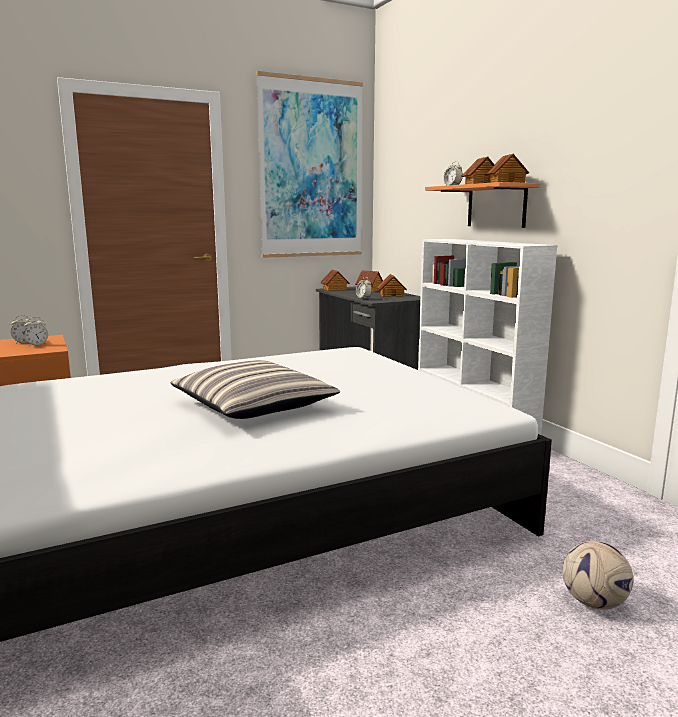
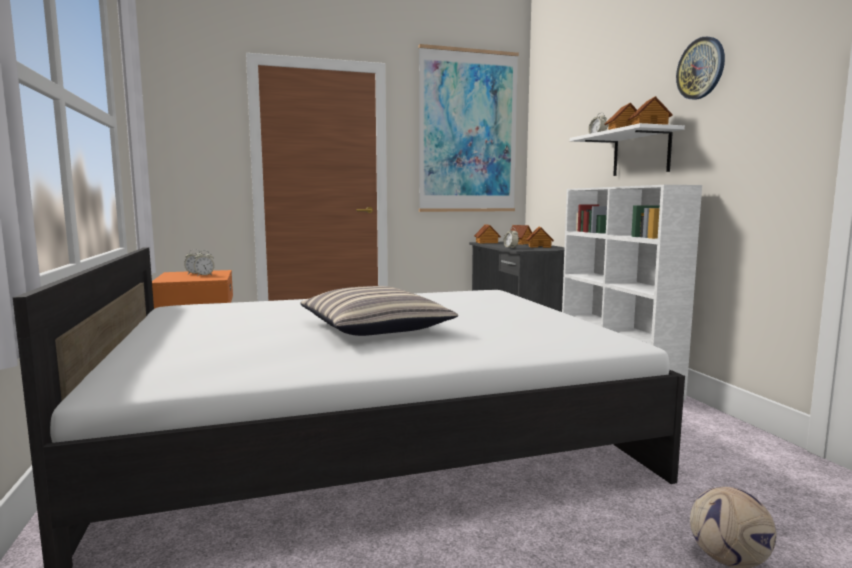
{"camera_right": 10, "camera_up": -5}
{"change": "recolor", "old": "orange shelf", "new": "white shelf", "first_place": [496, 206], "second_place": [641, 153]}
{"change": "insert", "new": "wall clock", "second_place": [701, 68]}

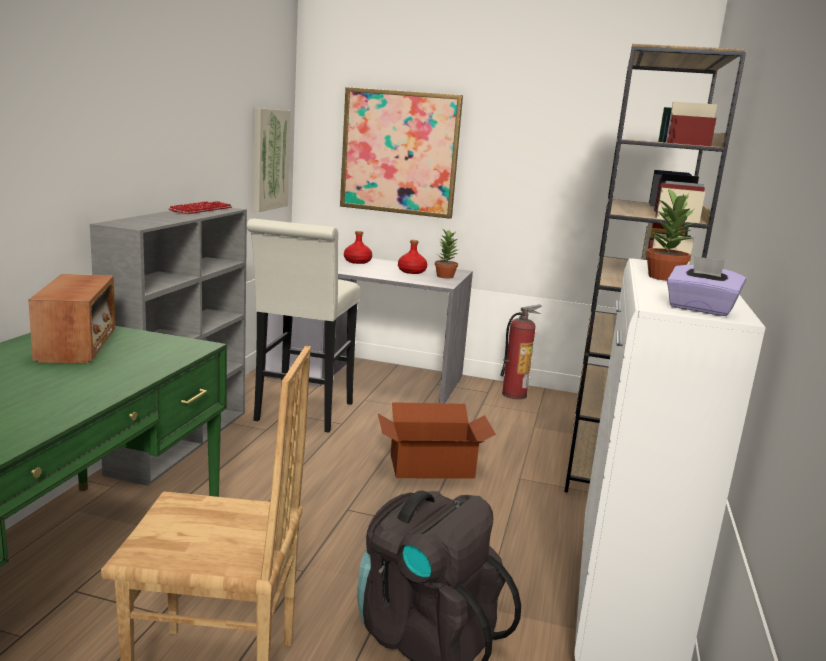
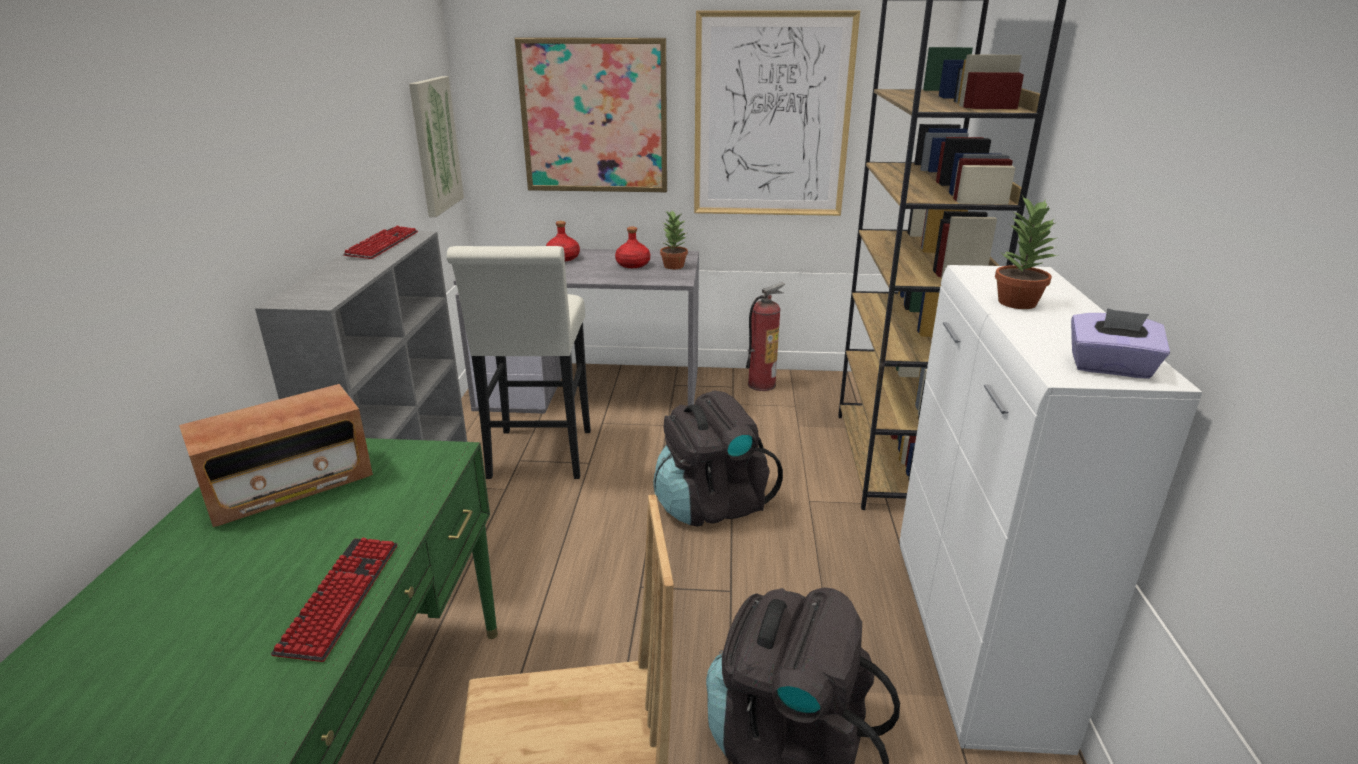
{"camera_right": -10, "camera_up": 10}
{"change": "rotate", "old": "radio", "first_place": [78, 345], "second_place": [290, 487], "degrees": 75}
{"change": "insert", "new": "keyboard", "second_place": [341, 597]}
{"change": "replace", "old": "cardboard box", "new": "black backpack", "first_place": [432, 467], "second_place": [712, 504]}
{"change": "insert", "new": "picture", "second_place": [771, 117]}

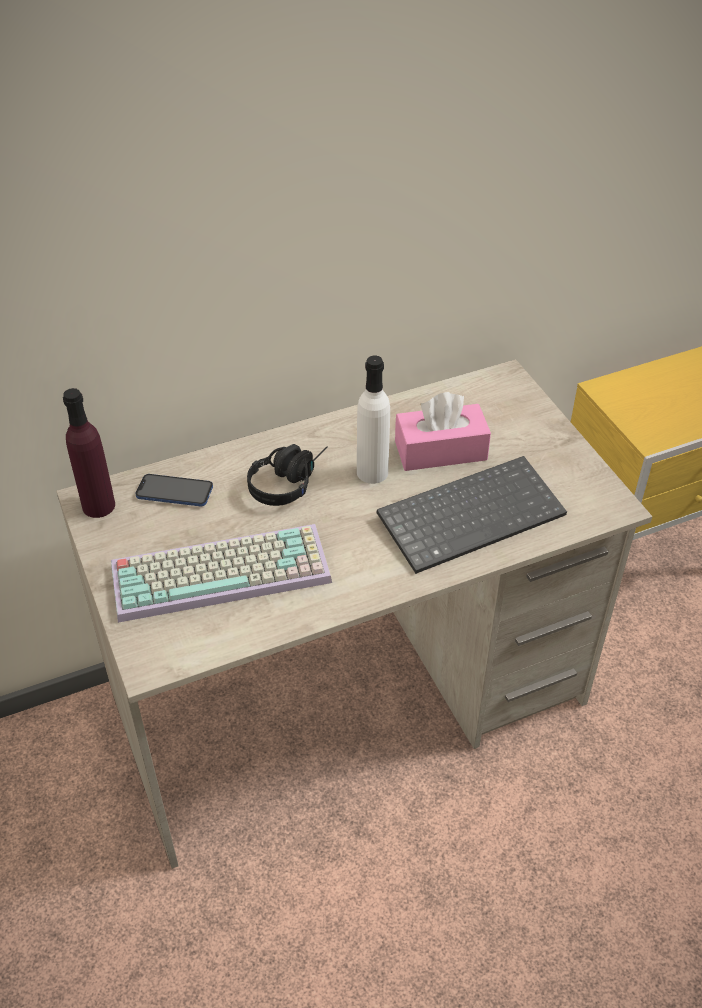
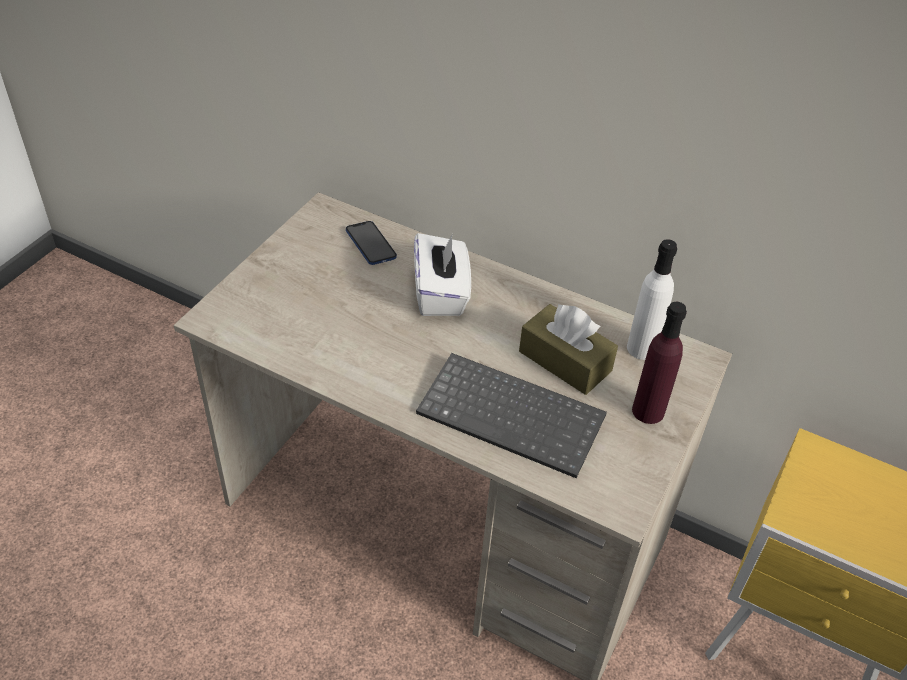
{"camera_right": 50, "camera_up": 0}
{"change": "replace", "old": "black headphones", "new": "white tissue box", "first_place": [289, 480], "second_place": [441, 294]}
{"change": "recolor", "old": "pink tissue box", "new": "brown tissue box", "first_place": [440, 450], "second_place": [565, 361]}
{"change": "move", "old": "white bottle", "first_place": [372, 472], "second_place": [642, 348]}
{"change": "move", "old": "purple bottle", "first_place": [98, 505], "second_place": [648, 411]}
{"change": "delete", "old": "keyboard", "first_place": [223, 570]}

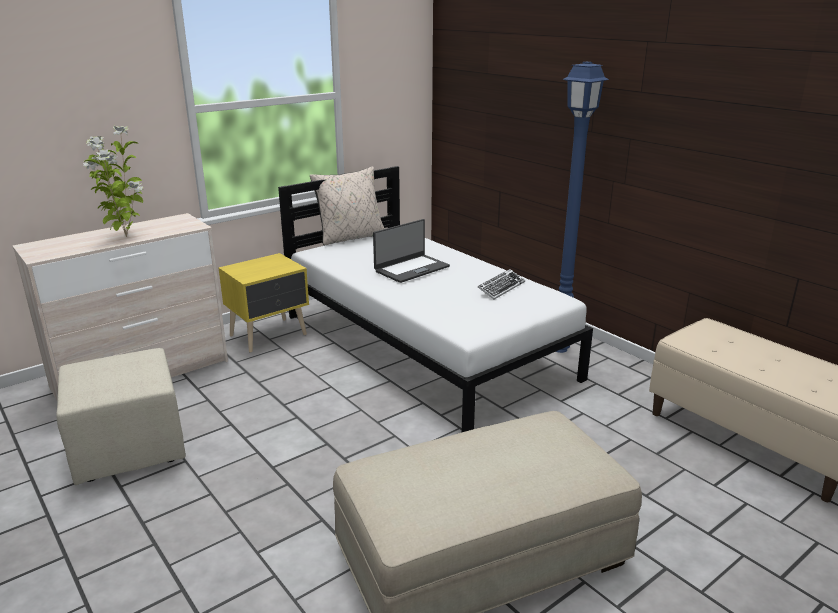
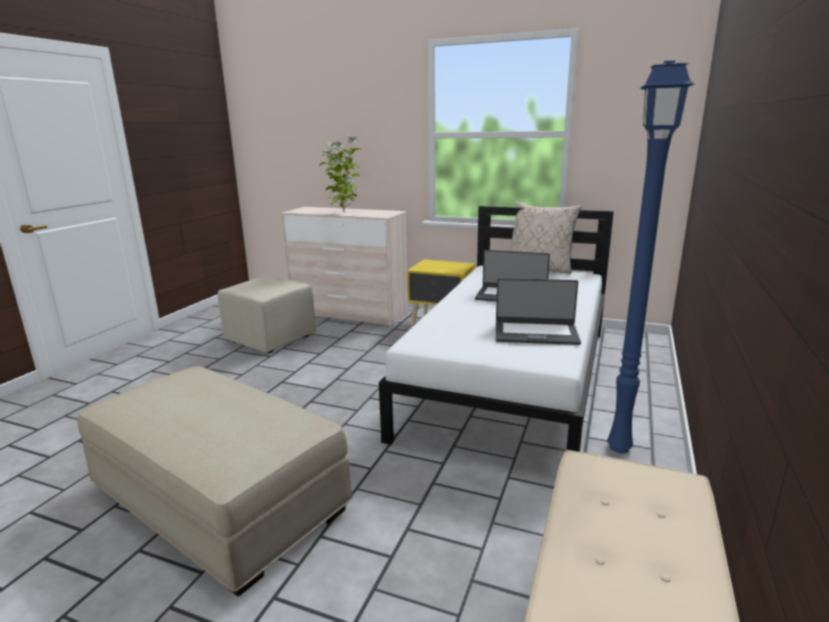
{"camera_right": 60, "camera_up": -5}
{"change": "replace", "old": "keyboard", "new": "laptop", "first_place": [501, 288], "second_place": [535, 333]}

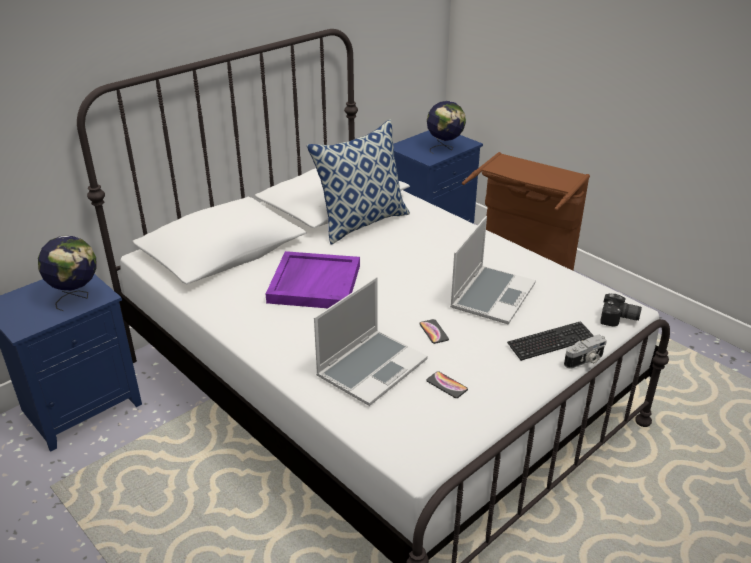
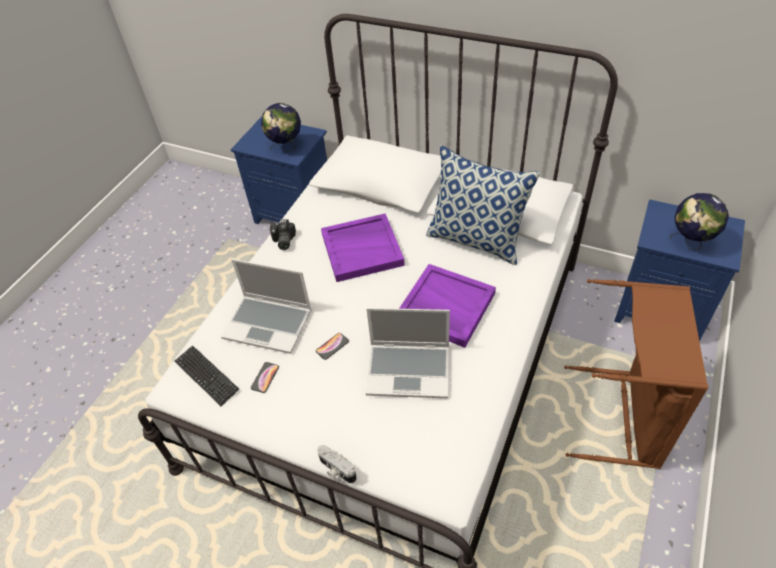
{"camera_right": 70, "camera_up": 15}
{"change": "move", "old": "keyboard", "first_place": [551, 342], "second_place": [206, 376]}
{"change": "move", "old": "photo camera", "first_place": [619, 319], "second_place": [283, 241]}
{"change": "insert", "new": "purple tray", "second_place": [445, 307]}

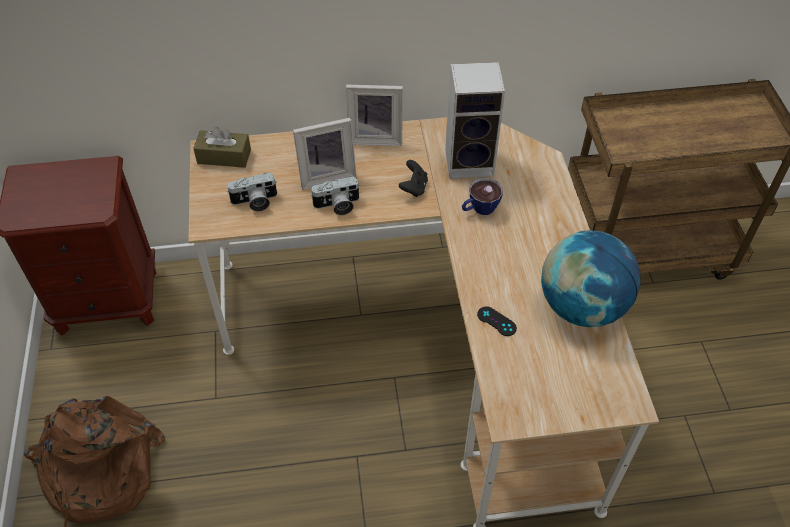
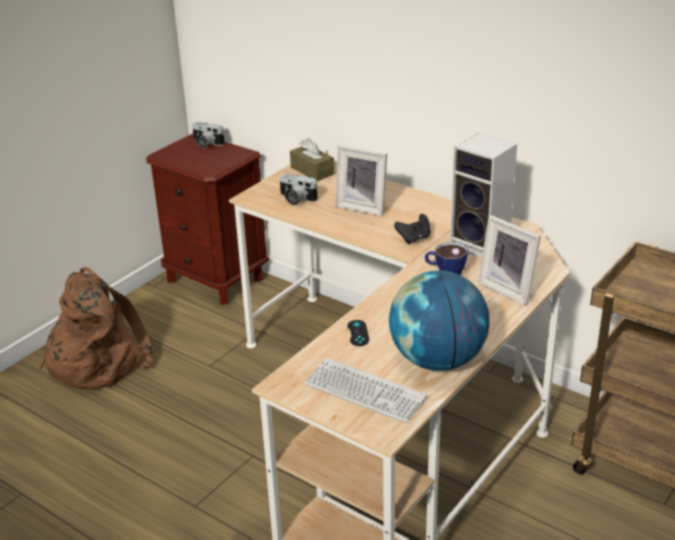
{"camera_right": 45, "camera_up": -20}
{"change": "move", "old": "photo camera", "first_place": [337, 206], "second_place": [206, 144]}
{"change": "insert", "new": "keyboard", "second_place": [364, 392]}
{"change": "move", "old": "picture frame", "first_place": [375, 137], "second_place": [509, 289]}

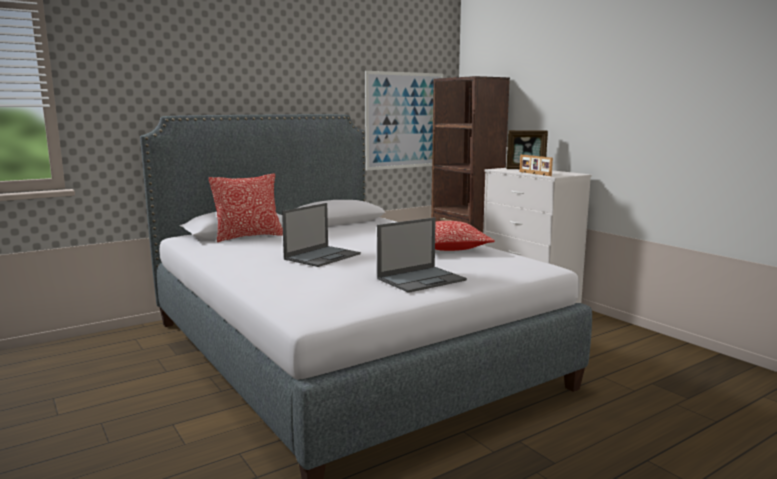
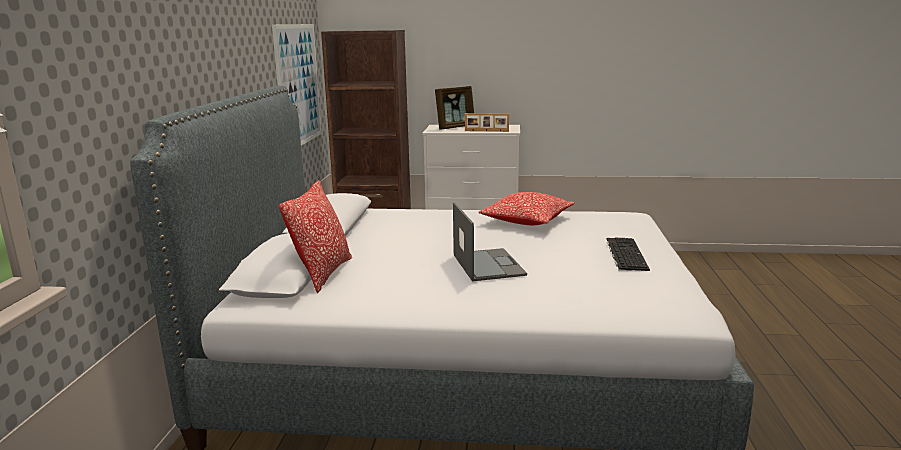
{"camera_right": -50, "camera_up": 5}
{"change": "replace", "old": "laptop", "new": "keyboard", "first_place": [422, 279], "second_place": [625, 254]}

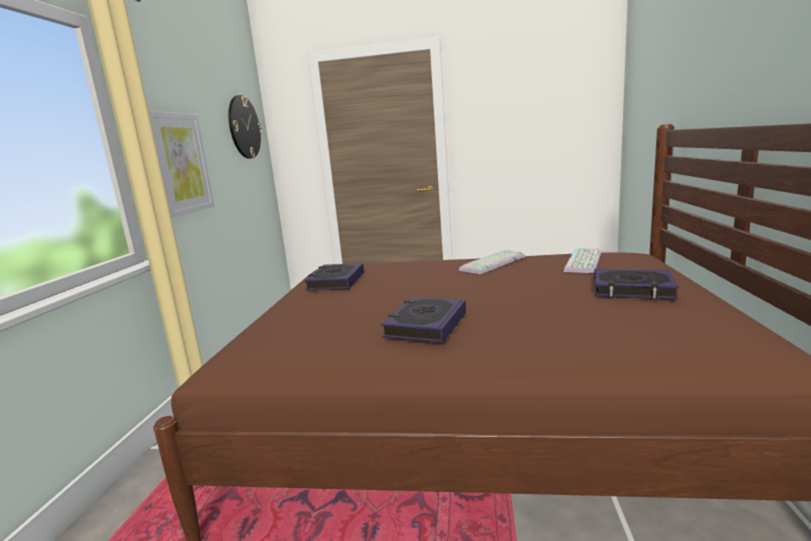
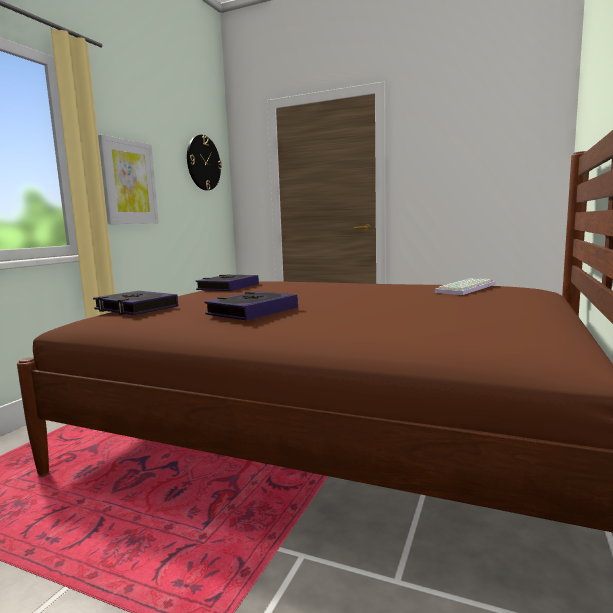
{"camera_right": 15, "camera_up": -5}
{"change": "move", "old": "book", "first_place": [632, 290], "second_place": [136, 308]}
{"change": "delete", "old": "keyboard", "first_place": [493, 263]}

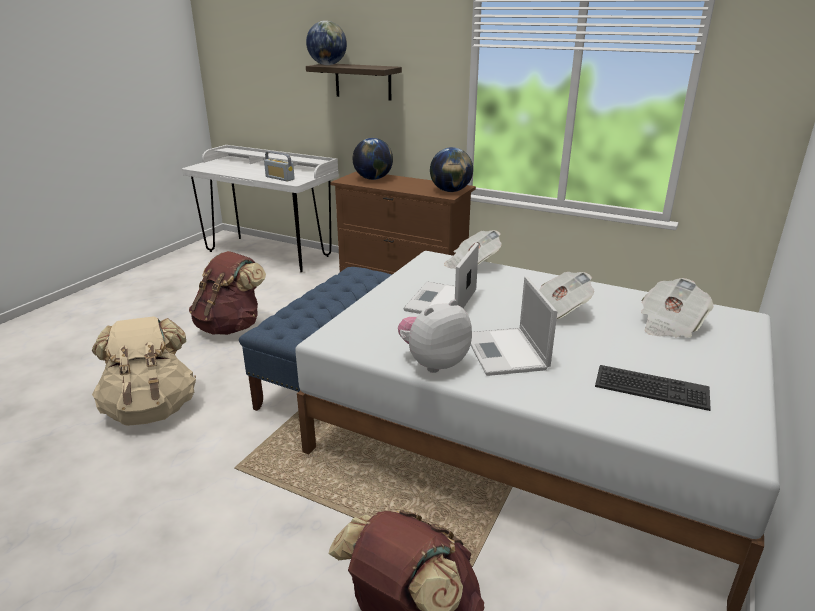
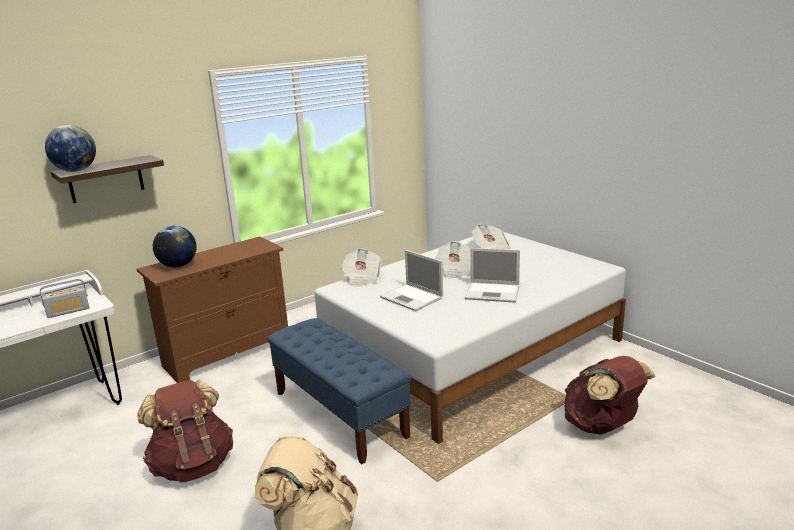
{"camera_right": -65, "camera_up": -5}
{"change": "delete", "old": "plush toy", "first_place": [433, 362]}
{"change": "delete", "old": "globe", "first_place": [450, 191]}
{"change": "delete", "old": "keyboard", "first_place": [651, 388]}

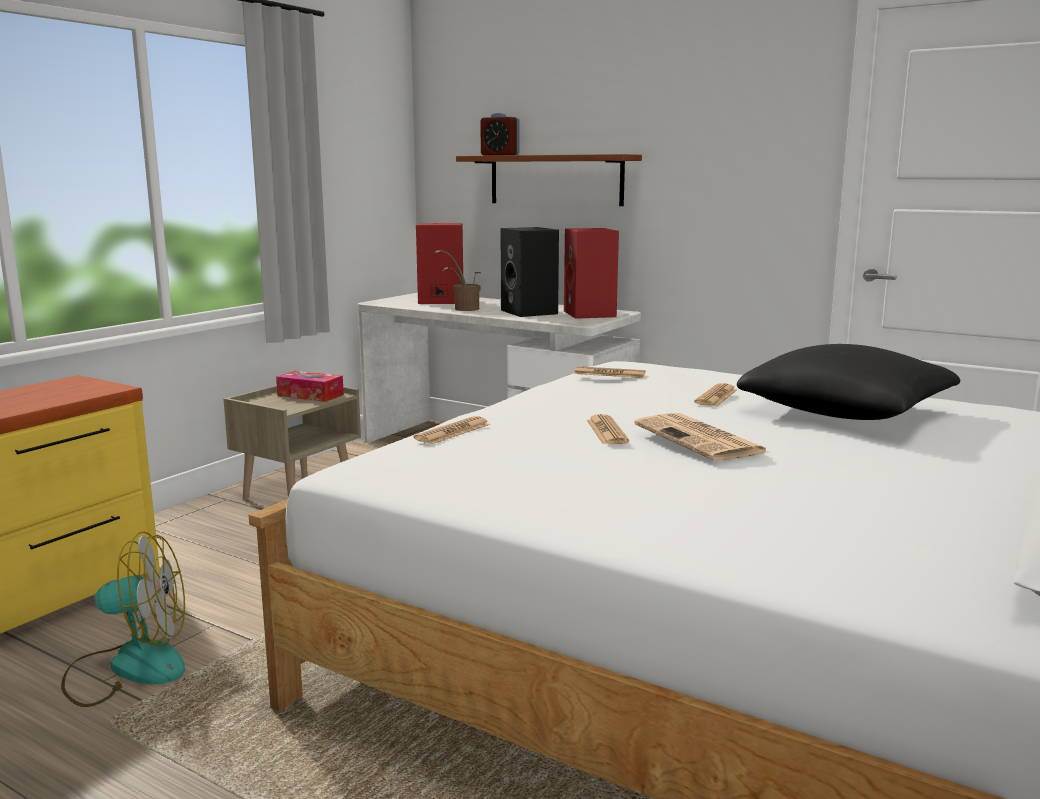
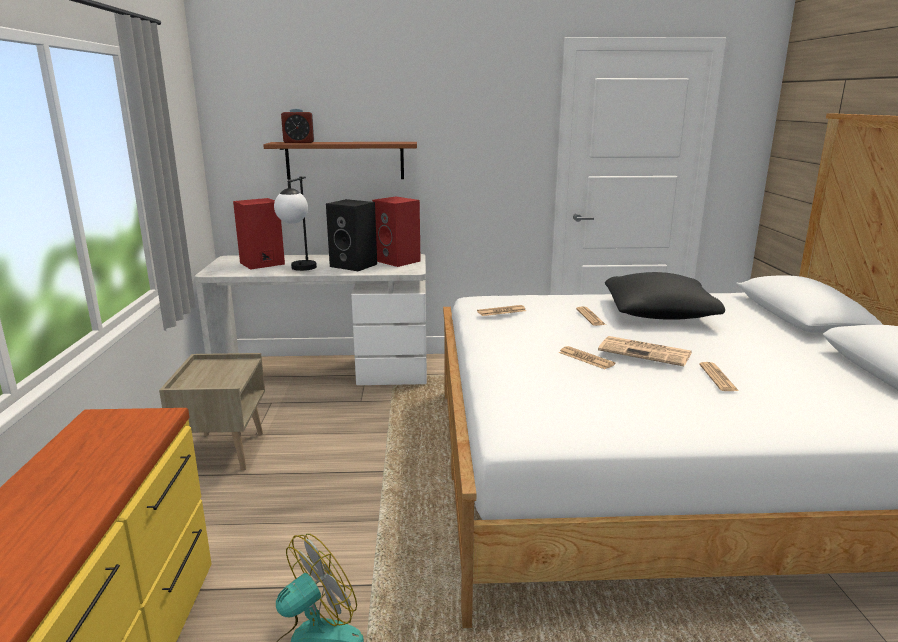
{"camera_right": -35, "camera_up": 5}
{"change": "replace", "old": "potted plant", "new": "table lamp", "first_place": [463, 309], "second_place": [299, 270]}
{"change": "move", "old": "newspaper", "first_place": [453, 432], "second_place": [718, 378]}
{"change": "delete", "old": "tissue box", "first_place": [310, 395]}

